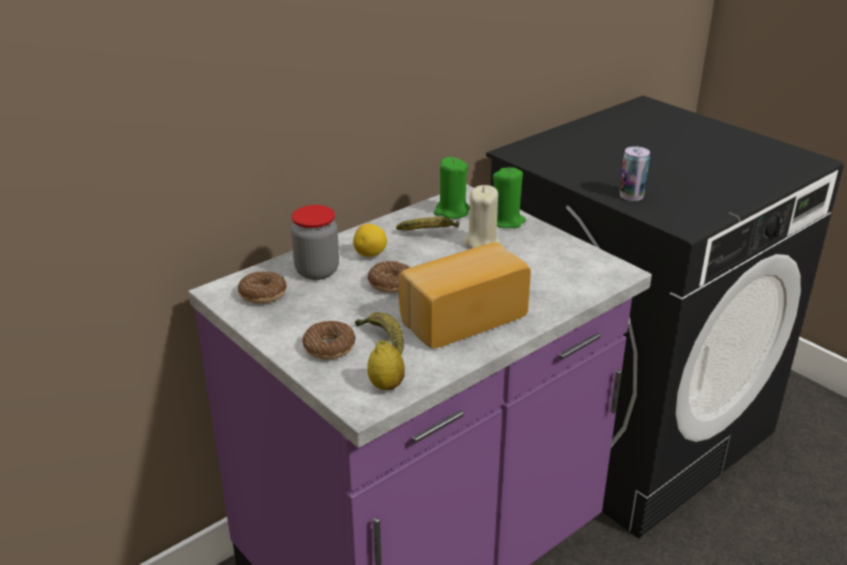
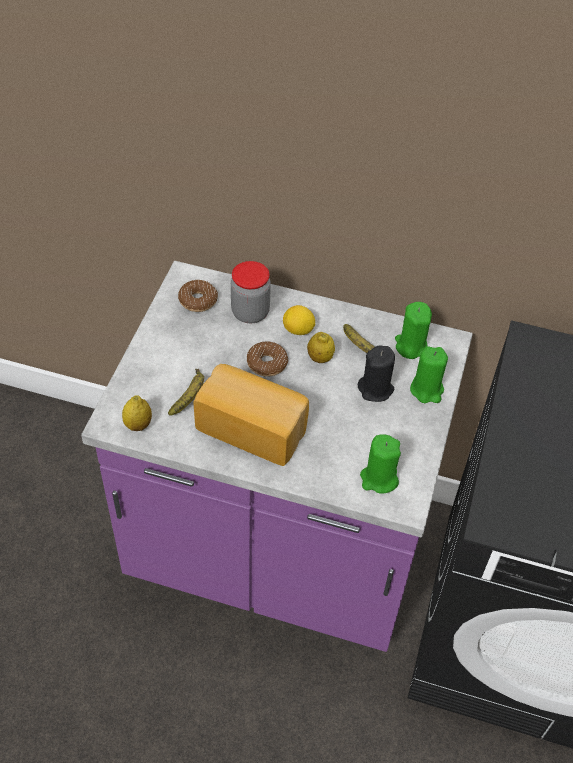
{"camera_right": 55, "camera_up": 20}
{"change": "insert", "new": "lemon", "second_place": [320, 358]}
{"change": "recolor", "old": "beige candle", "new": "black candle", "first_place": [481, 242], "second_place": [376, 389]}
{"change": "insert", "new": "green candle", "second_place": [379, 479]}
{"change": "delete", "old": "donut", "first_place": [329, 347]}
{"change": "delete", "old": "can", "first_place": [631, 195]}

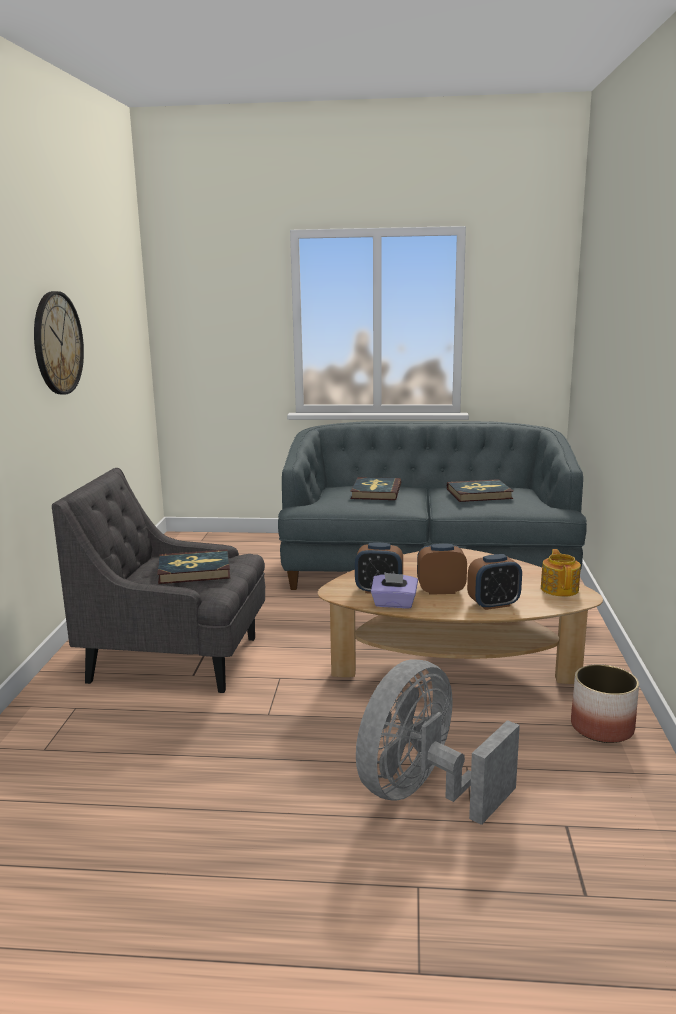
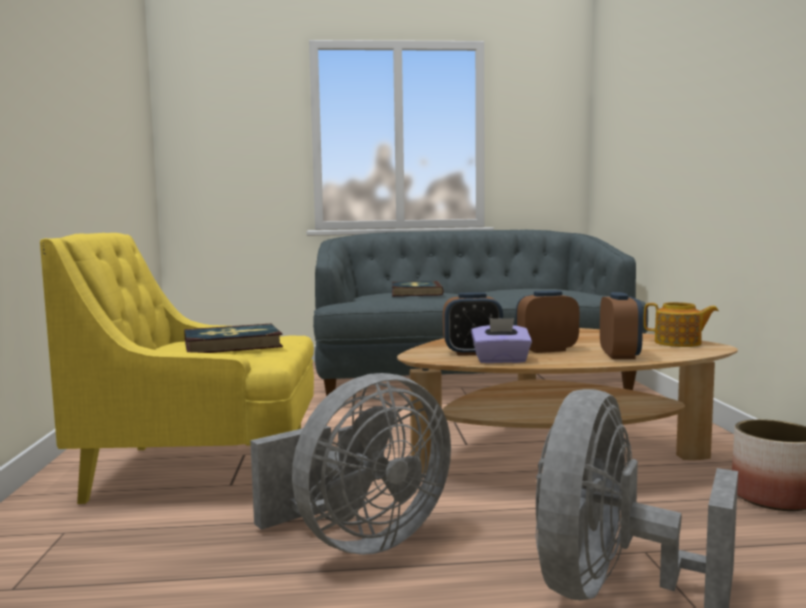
{"camera_right": -10, "camera_up": -10}
{"change": "recolor", "old": "grey armchair", "new": "yellow armchair", "first_place": [177, 659], "second_place": [205, 470]}
{"change": "insert", "new": "grey fan", "second_place": [359, 540]}
{"change": "rotate", "old": "alarm clock", "first_place": [493, 604], "second_place": [619, 355], "degrees": -60}
{"change": "rotate", "old": "teapot", "first_place": [560, 589], "second_place": [679, 343], "degrees": 120}
{"change": "delete", "old": "wall clock", "first_place": [57, 343]}
{"change": "delete", "old": "book", "first_place": [479, 494]}

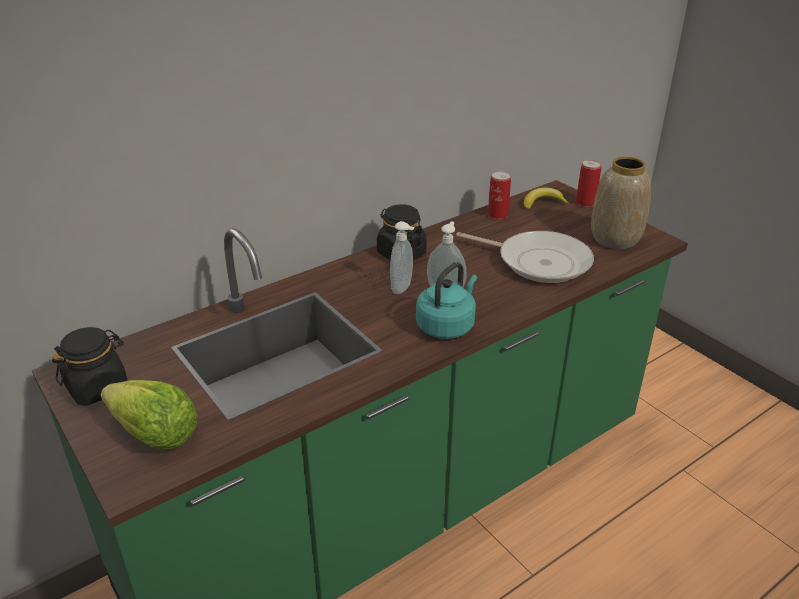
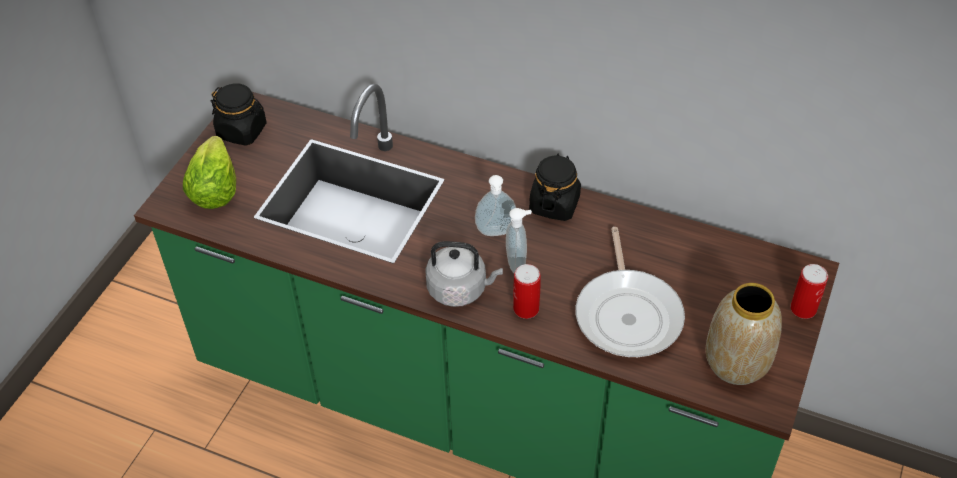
{"camera_right": 60, "camera_up": 15}
{"change": "recolor", "old": "turquoise kettle", "new": "grey kettle", "first_place": [447, 326], "second_place": [460, 289]}
{"change": "move", "old": "can", "first_place": [497, 215], "second_place": [526, 309]}
{"change": "delete", "old": "banana", "first_place": [542, 203]}

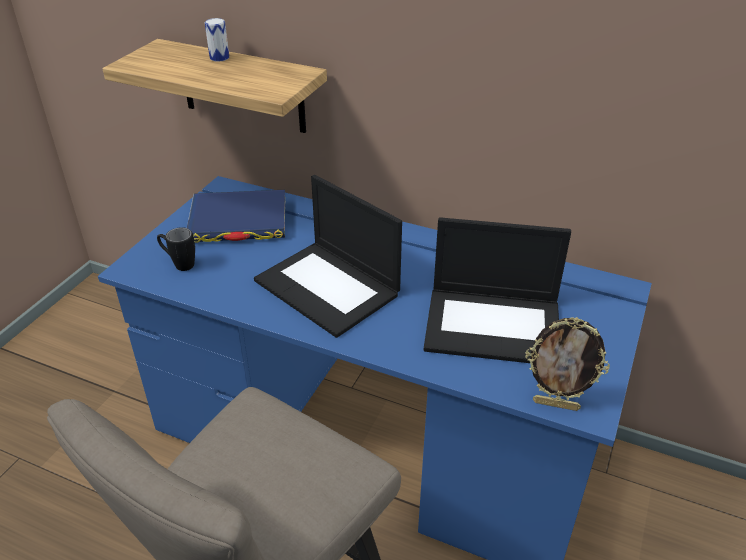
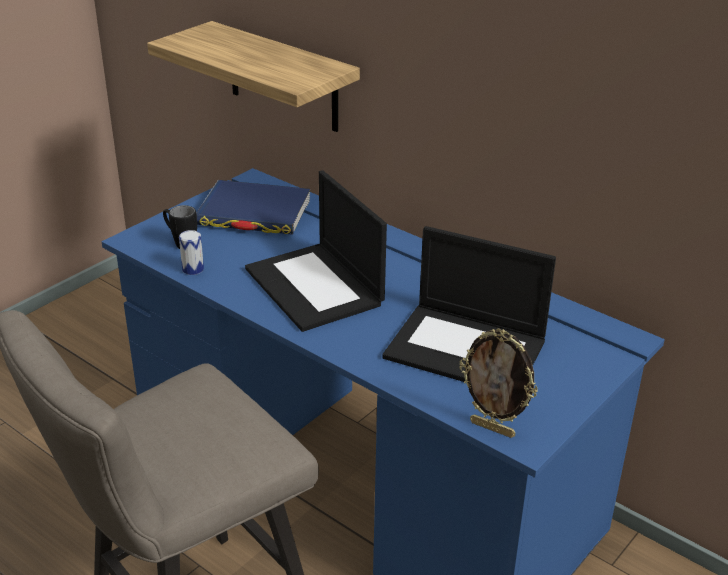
{"camera_right": 15, "camera_up": -5}
{"change": "move", "old": "can", "first_place": [219, 57], "second_place": [193, 269]}

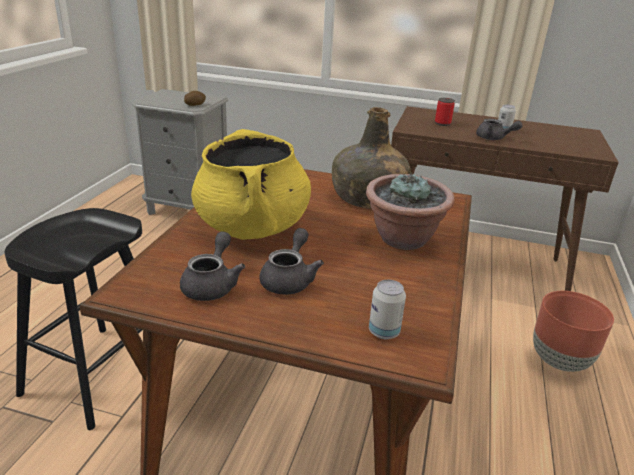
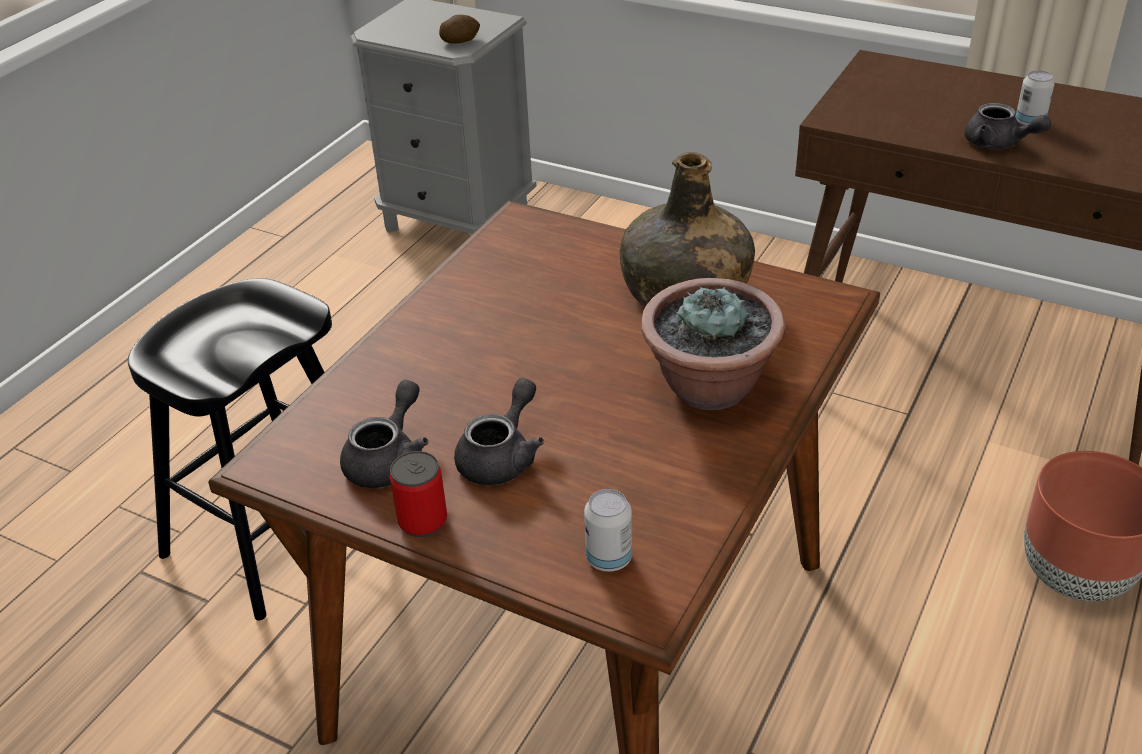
{"camera_right": 15, "camera_up": 10}
{"change": "move", "old": "can", "first_place": [442, 123], "second_place": [423, 521]}
{"change": "delete", "old": "yellow cooking pot", "first_place": [252, 227]}

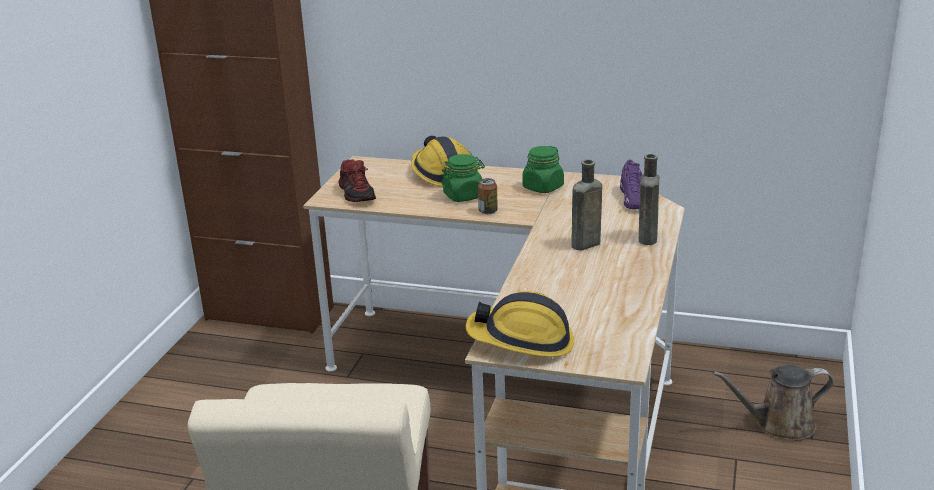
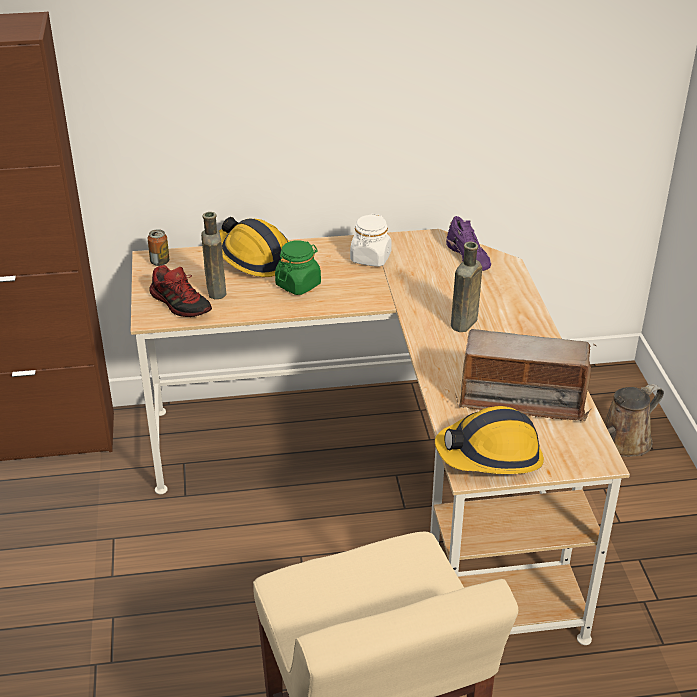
{"camera_right": -25, "camera_up": 10}
{"change": "move", "old": "can", "first_place": [488, 211], "second_place": [160, 262]}
{"change": "move", "old": "brown bottle", "first_place": [647, 237], "second_place": [215, 289]}
{"change": "recolor", "old": "green jar", "new": "white jar", "first_place": [543, 187], "second_place": [370, 258]}
{"change": "insert", "new": "radio", "second_place": [522, 401]}

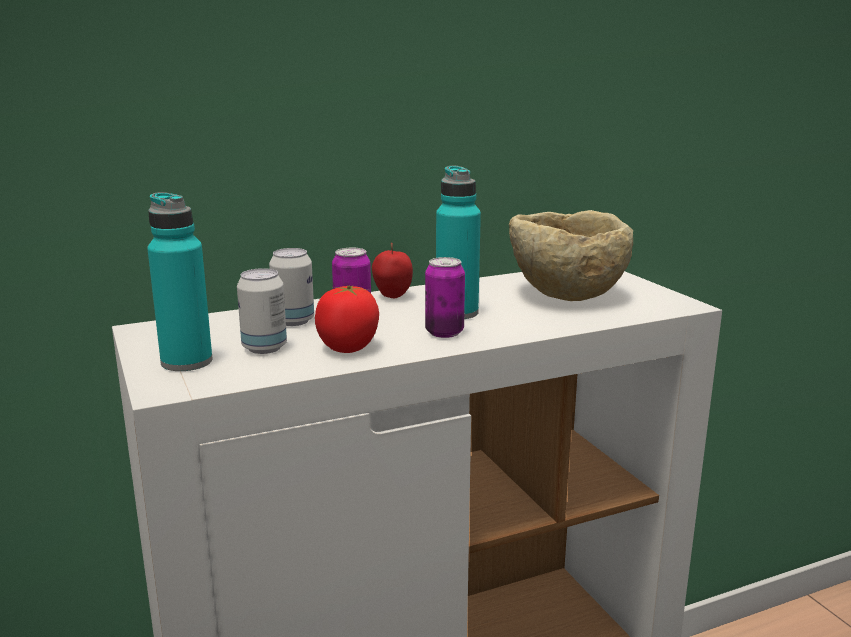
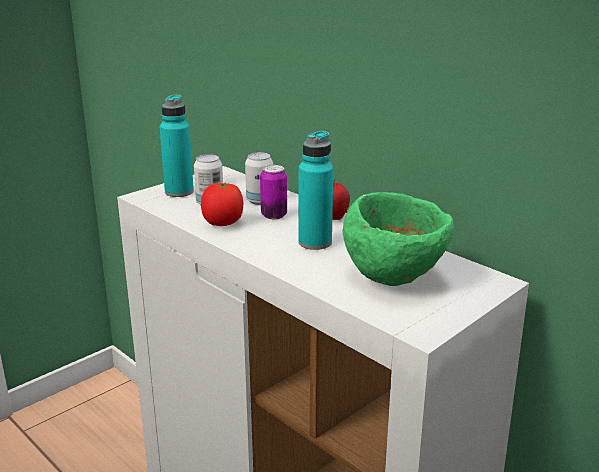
{"camera_right": 70, "camera_up": 5}
{"change": "recolor", "old": "beige bowl", "new": "green bowl", "first_place": [565, 295], "second_place": [395, 276]}
{"change": "delete", "old": "can", "first_place": [444, 332]}

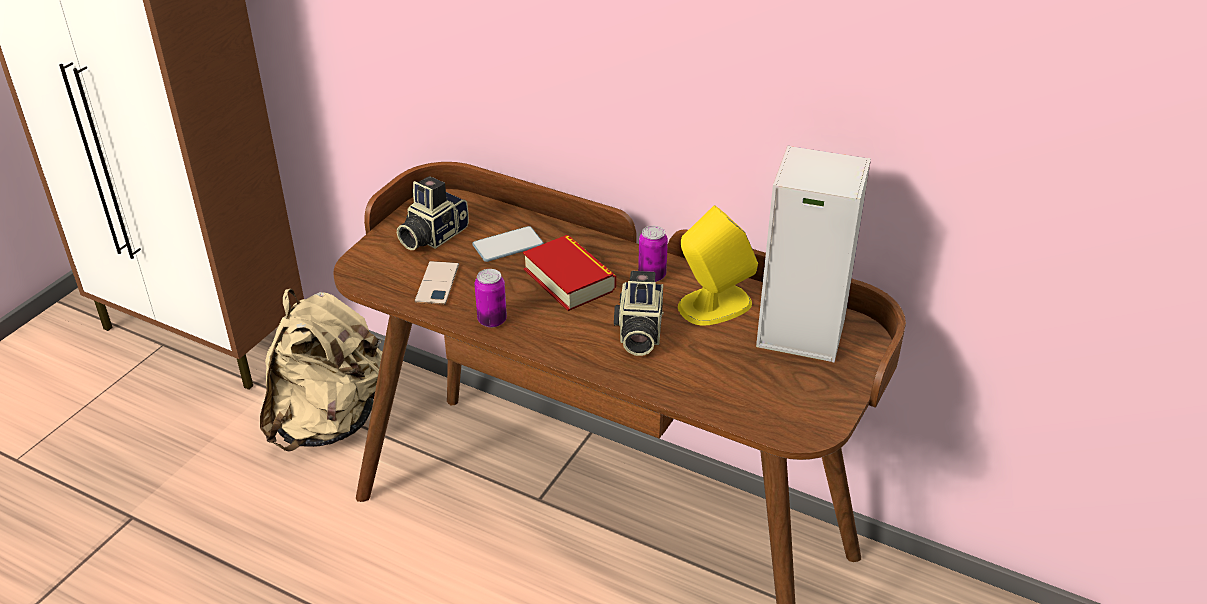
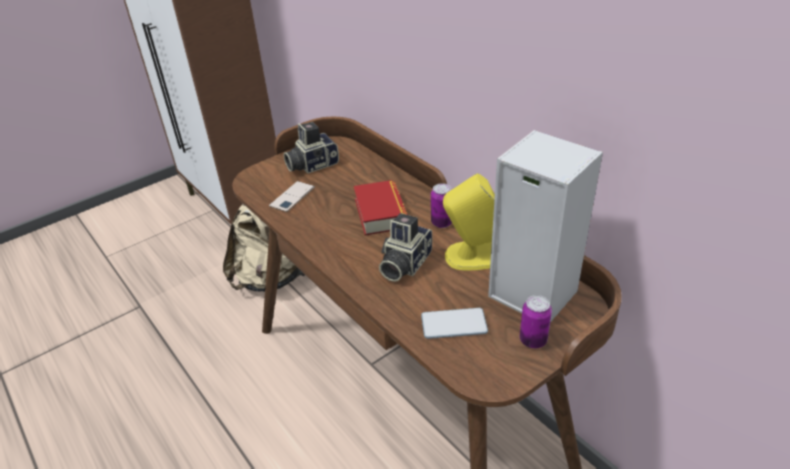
{"camera_right": 25, "camera_up": 0}
{"change": "move", "old": "phone", "first_place": [508, 245], "second_place": [454, 324]}
{"change": "move", "old": "can", "first_place": [492, 320], "second_place": [533, 340]}

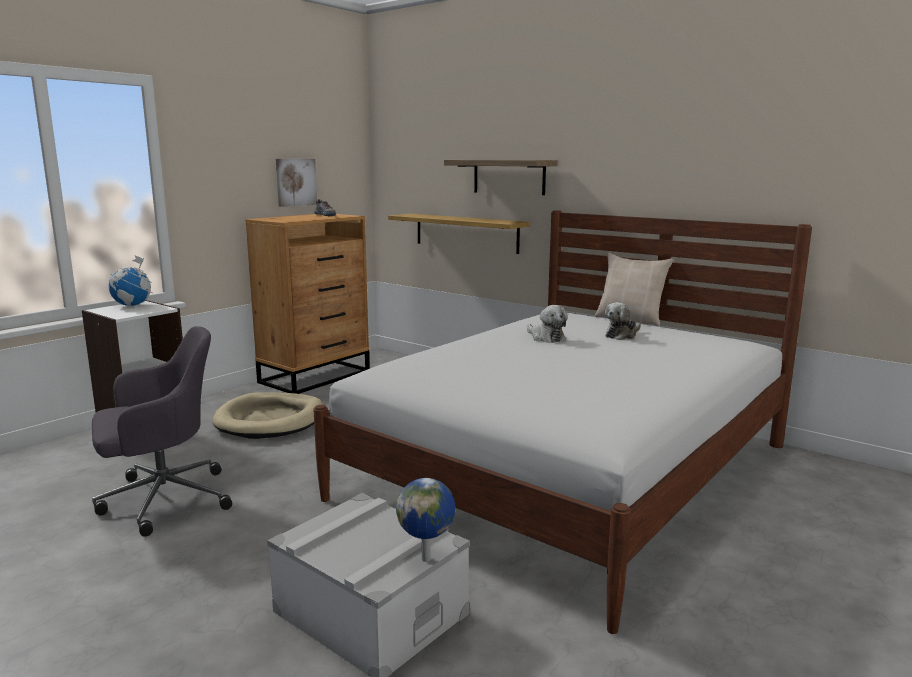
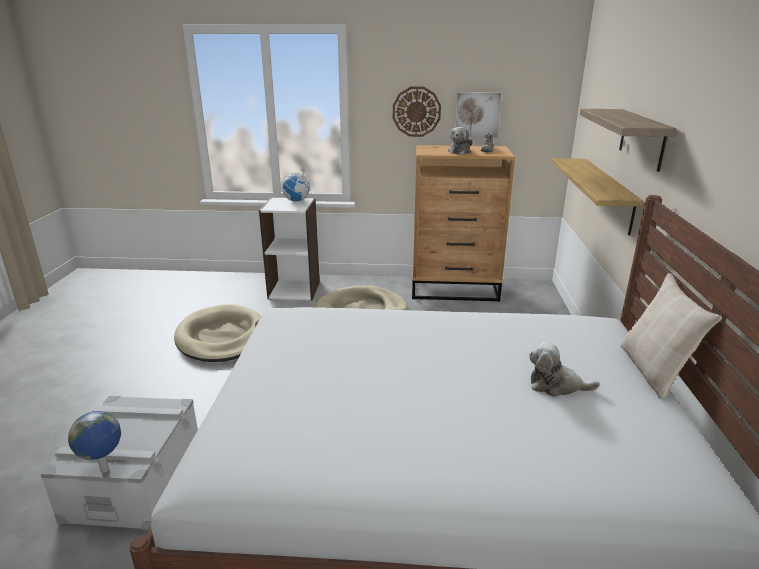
{"camera_right": 55, "camera_up": 10}
{"change": "replace", "old": "grey office chair", "new": "beige dog bed", "first_place": [162, 500], "second_place": [222, 337]}
{"change": "insert", "new": "wall clock", "second_place": [416, 111]}
{"change": "move", "old": "plush toy", "first_place": [545, 337], "second_place": [460, 151]}

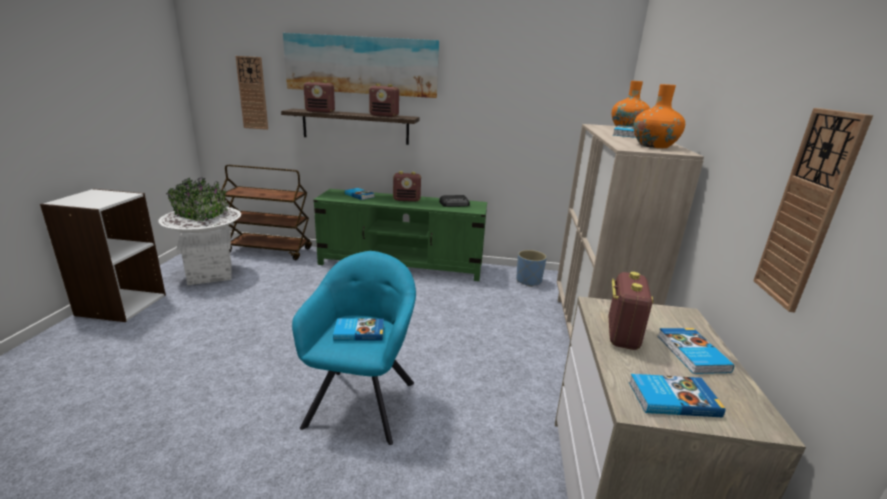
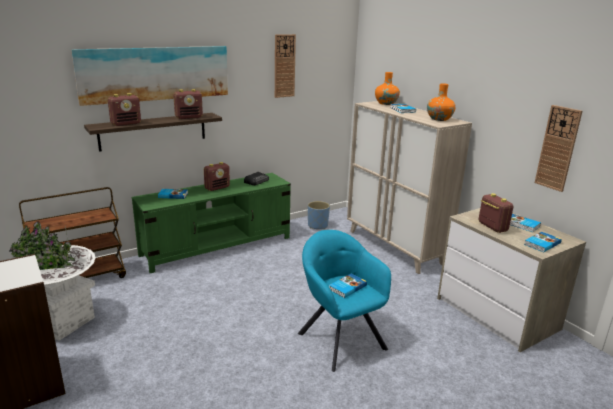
{"camera_right": -40, "camera_up": 0}
{"change": "move", "old": "wall clock", "first_place": [252, 93], "second_place": [284, 66]}

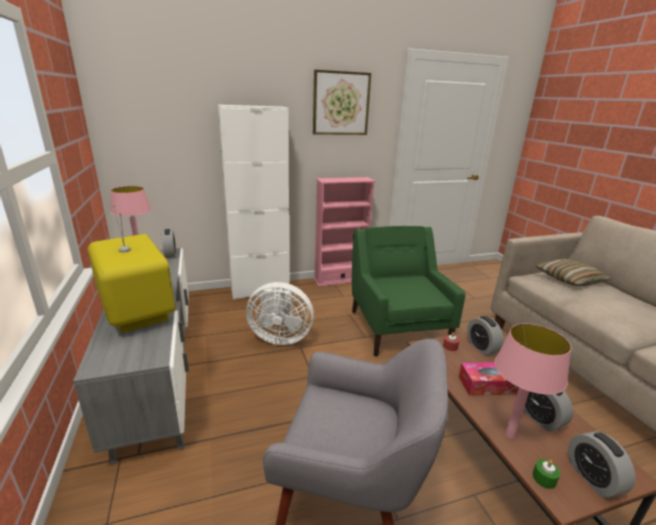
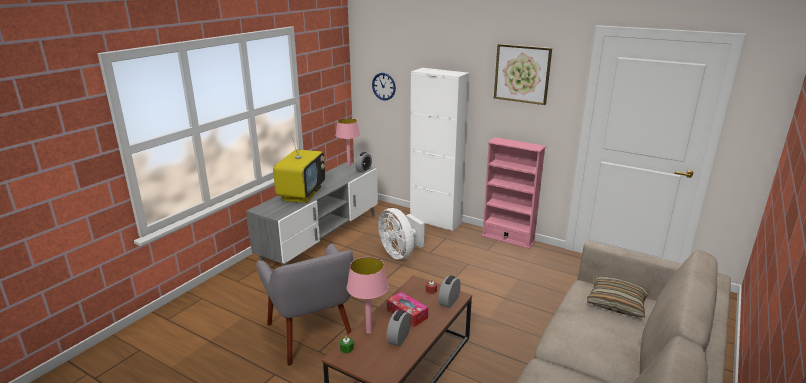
{"camera_right": 50, "camera_up": 0}
{"change": "insert", "new": "wall clock", "second_place": [384, 86]}
{"change": "delete", "old": "green armchair", "first_place": [397, 327]}
{"change": "delete", "old": "alarm clock", "first_place": [592, 478]}

